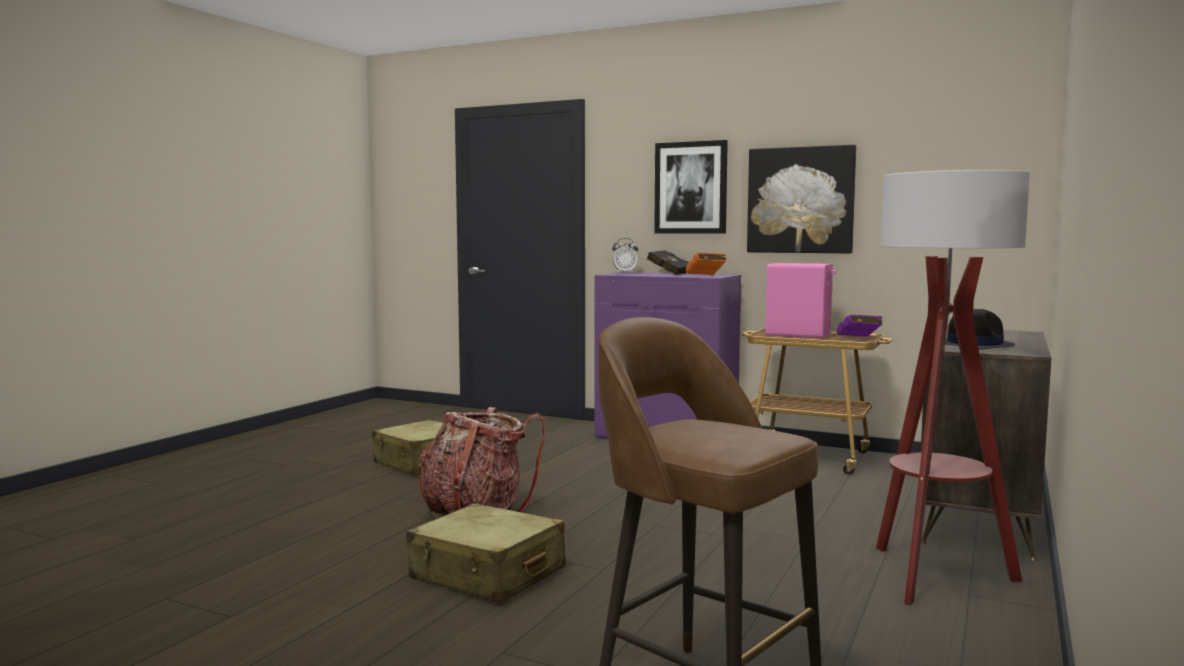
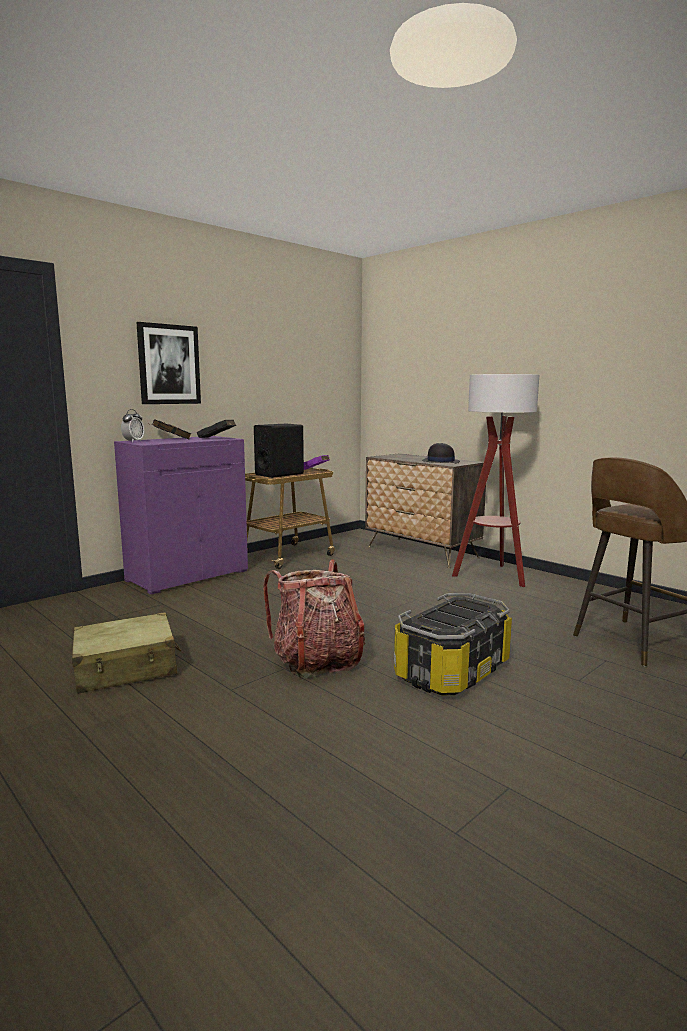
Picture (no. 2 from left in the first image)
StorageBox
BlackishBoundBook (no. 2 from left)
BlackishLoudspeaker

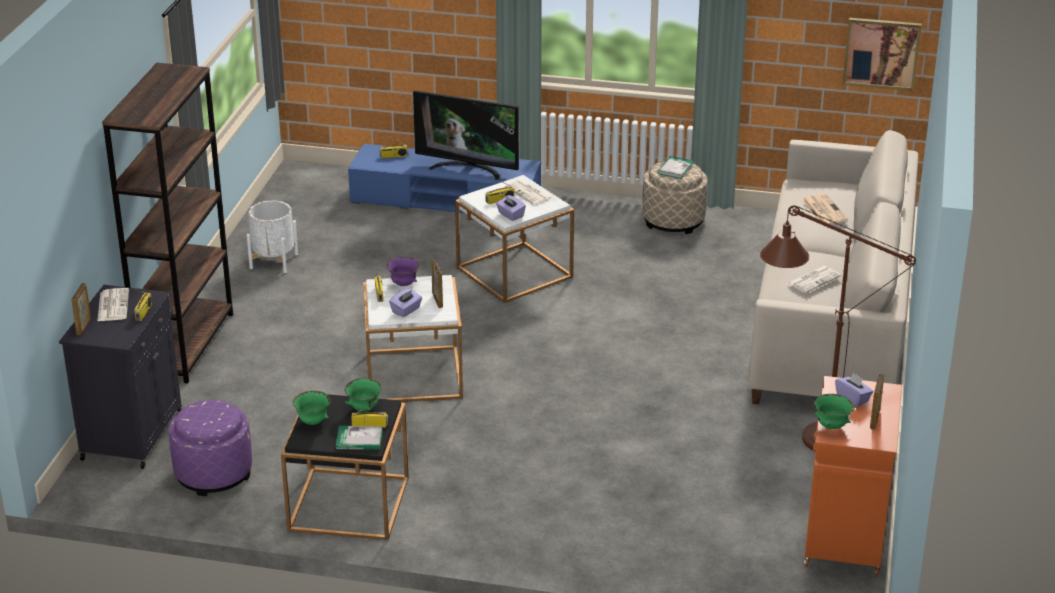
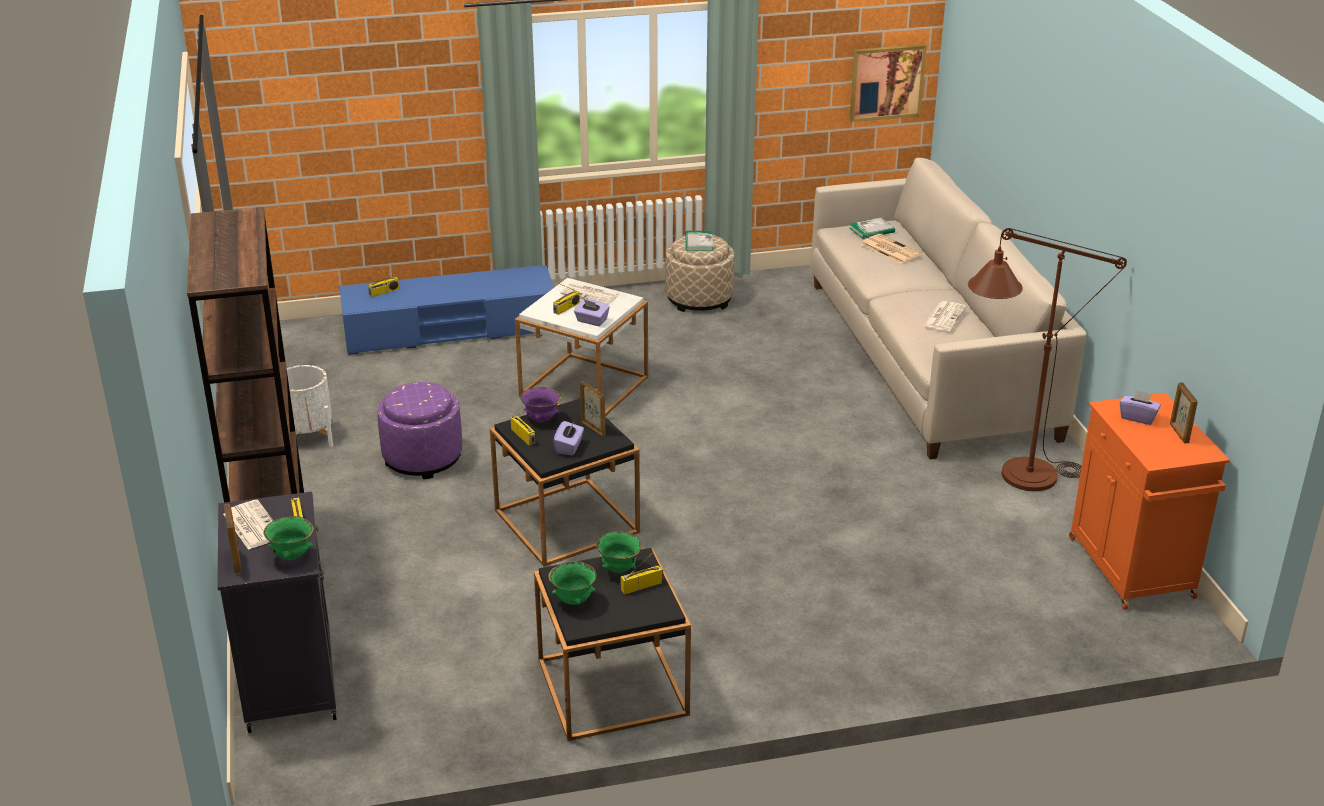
Tv
PurpleColouredPouffe
BoundBook (no. 2 from left)
GreenColouredDeepDish (no. 1 from left)
BlackishAccentTable (no. 1 from left)

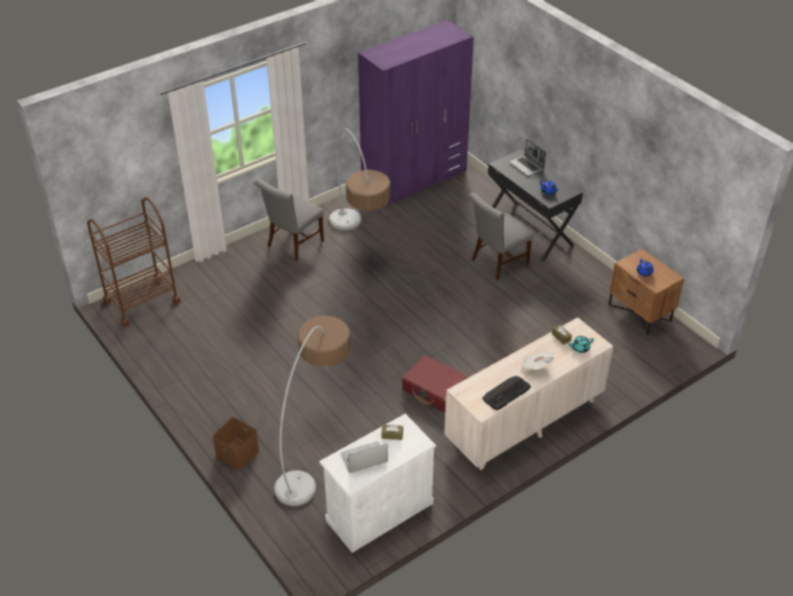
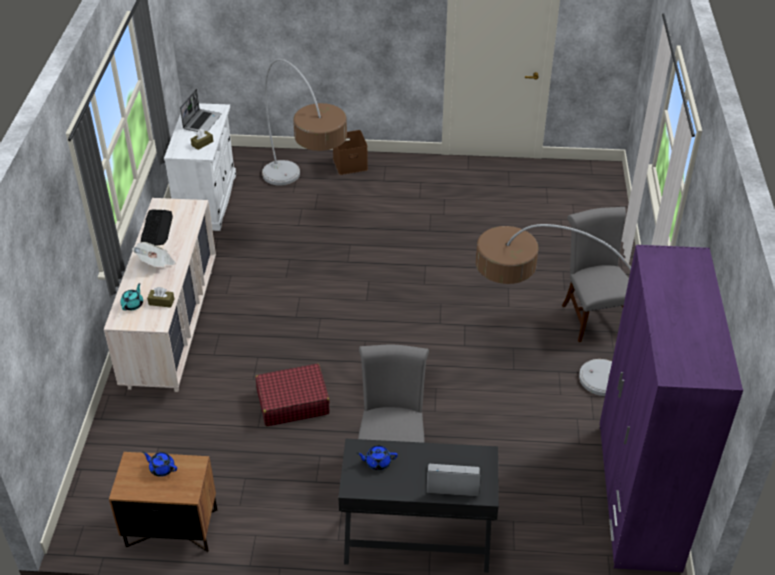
BrownTrolley
RedTravelCase

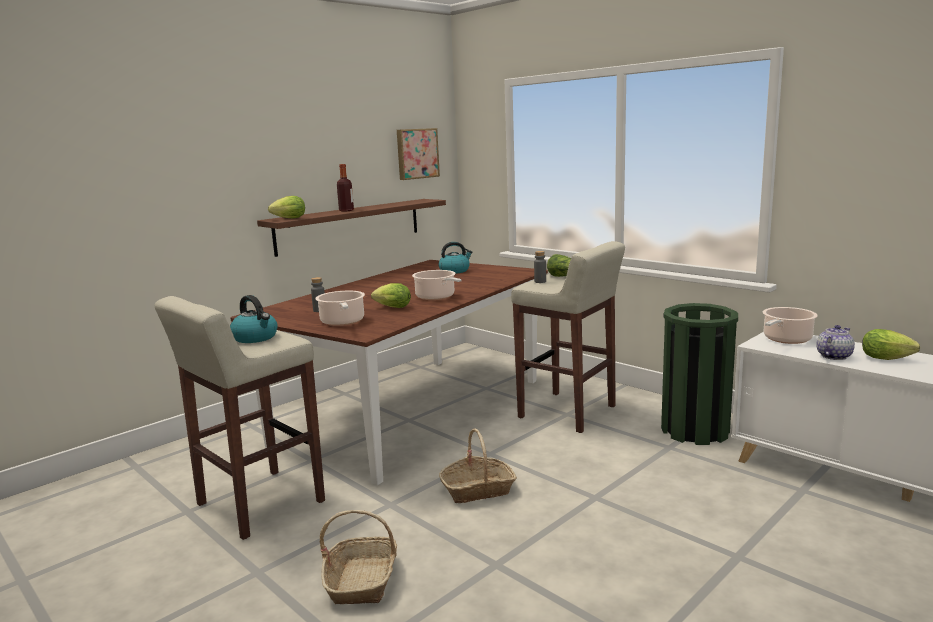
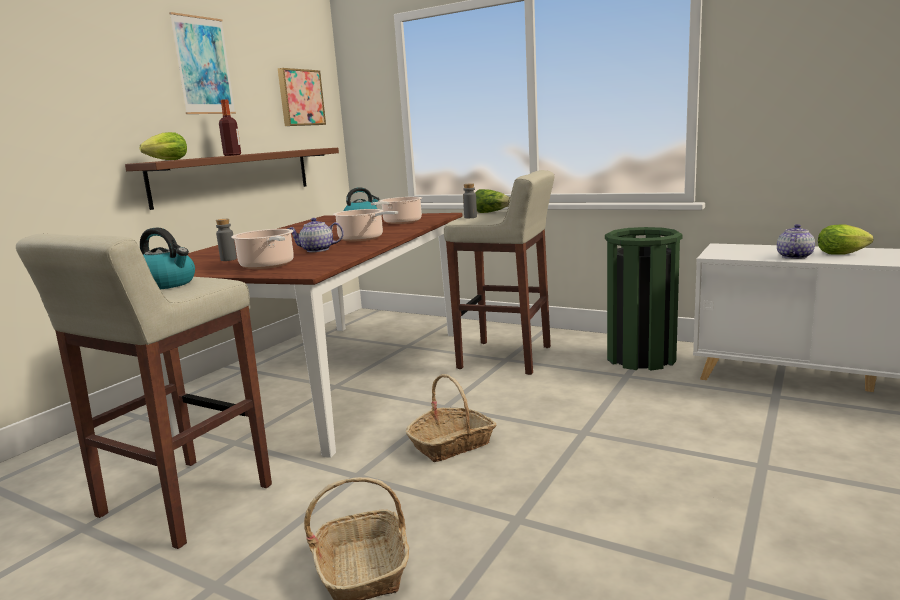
Picture (no. 1 from left)
Saucepot (no. 3 from left)
Teapot (no. 1 from left)

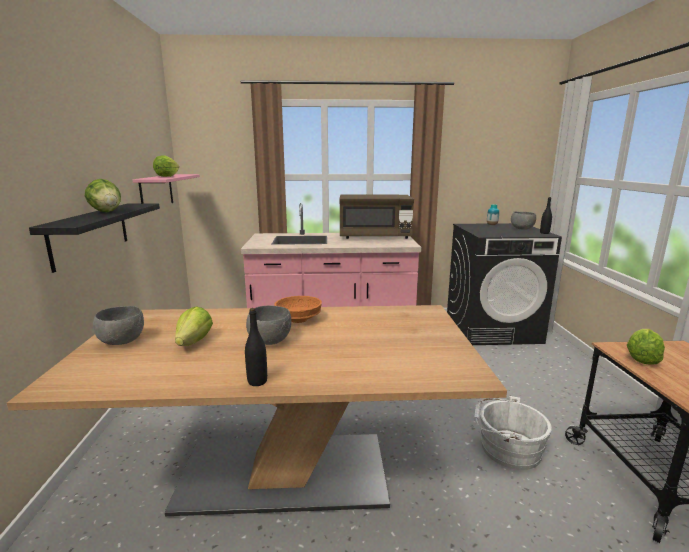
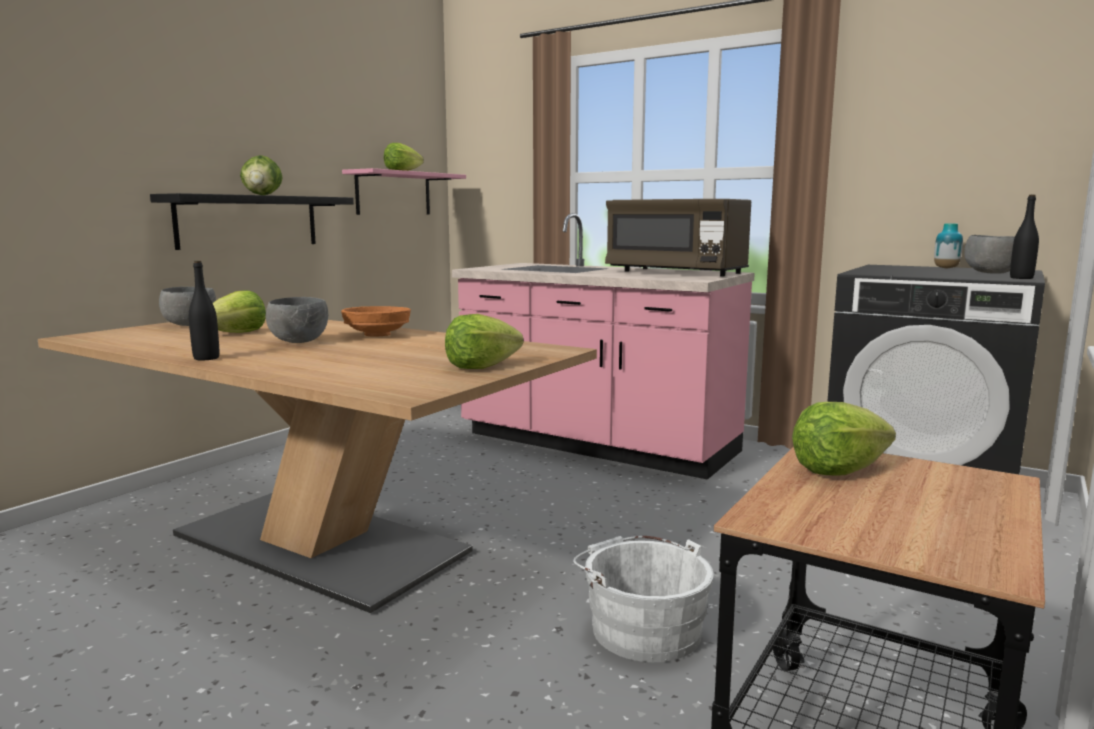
LettuceHead (no. 4 from left)

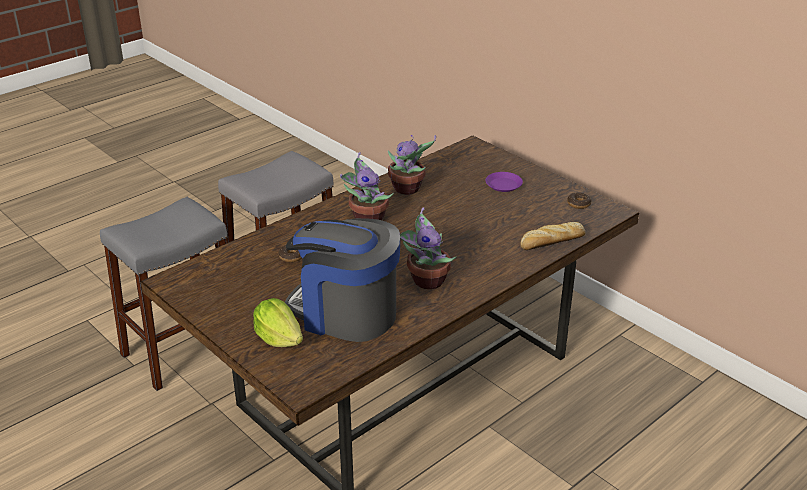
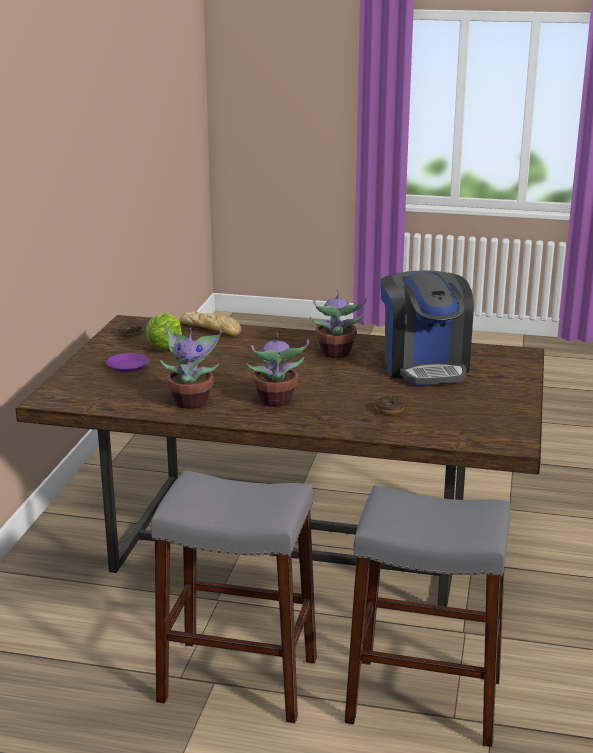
LettuceHead

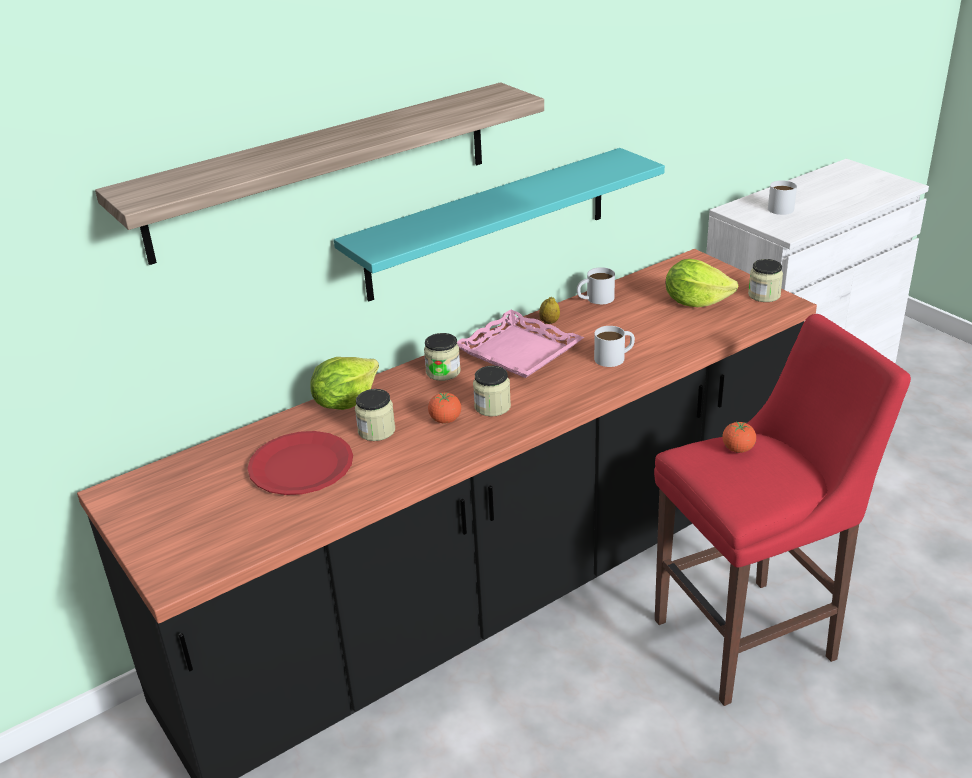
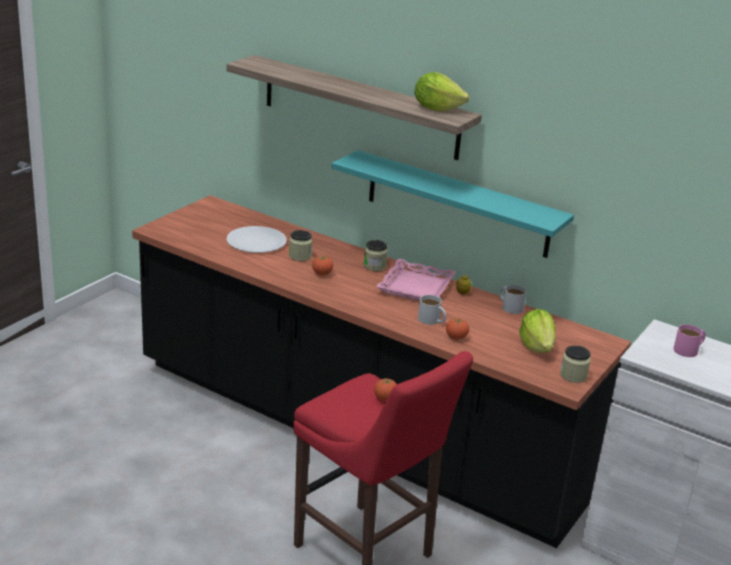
Jar (no. 3 from left in the first image)
Tomato (no. 3 from left)
LettuceHead (no. 1 from left)
WhitishPlate
PinkColouredMug

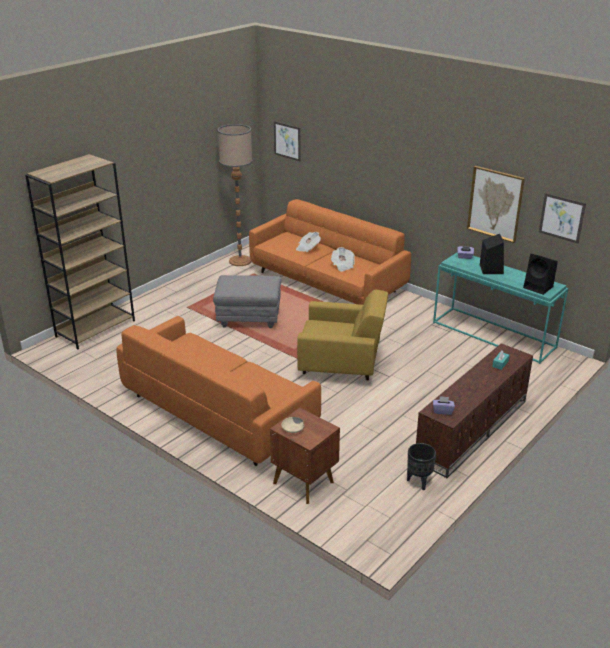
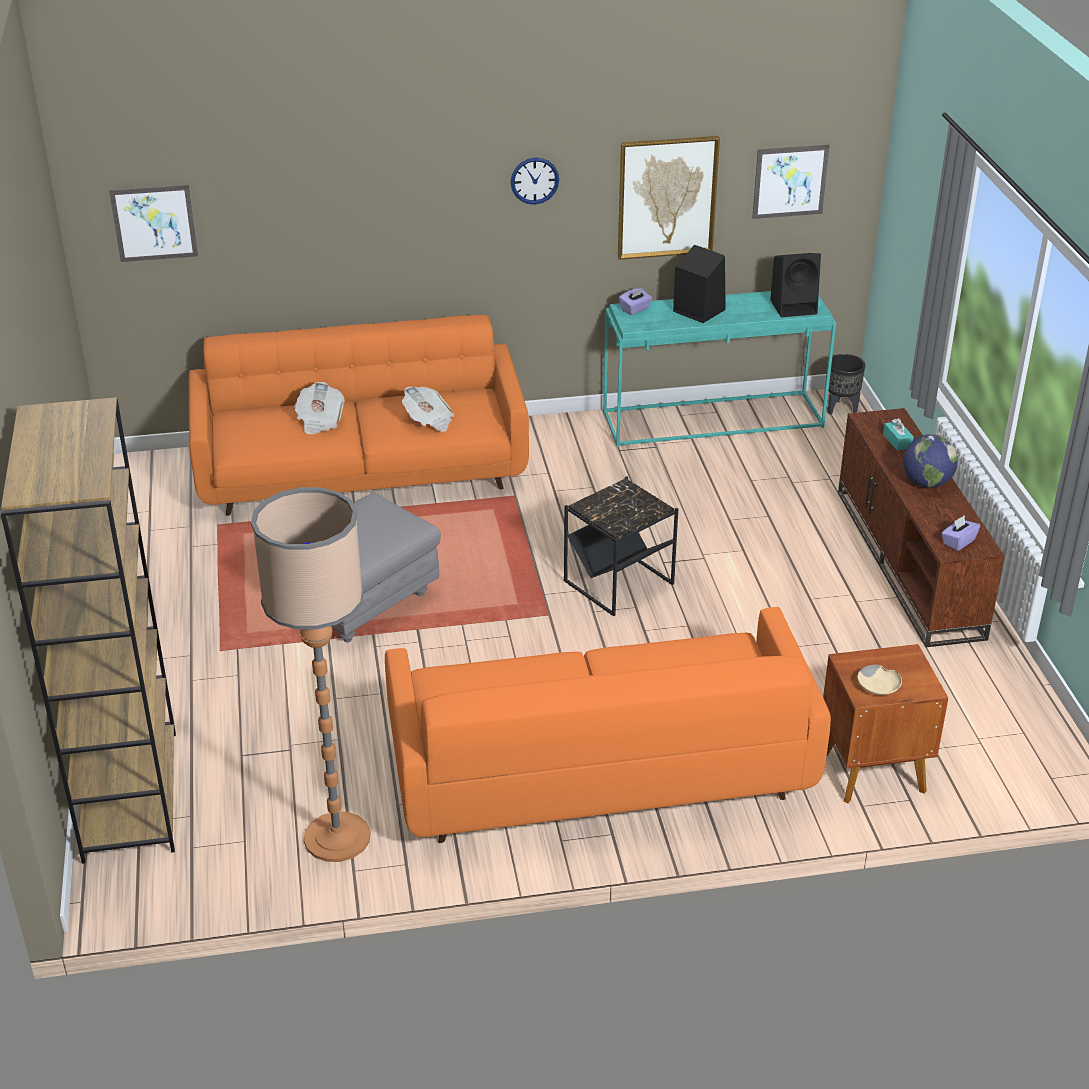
WallClock
WorldGlobe
StandingLamp
BlackishFlowerPot
BlackishAccentTable

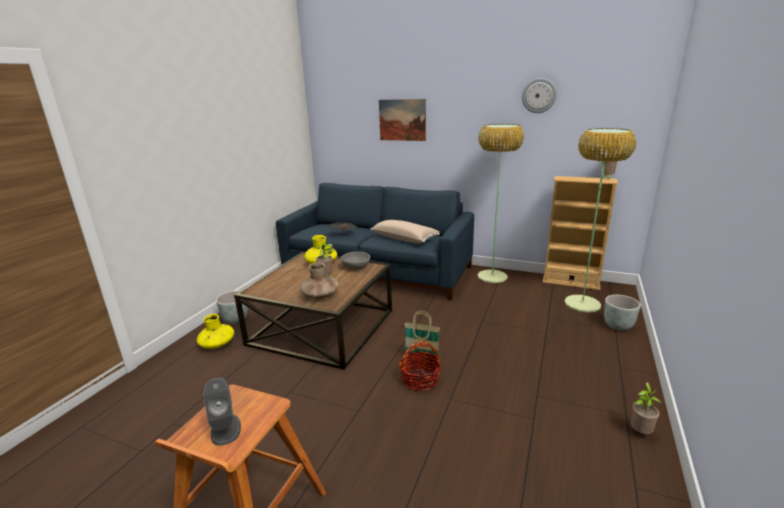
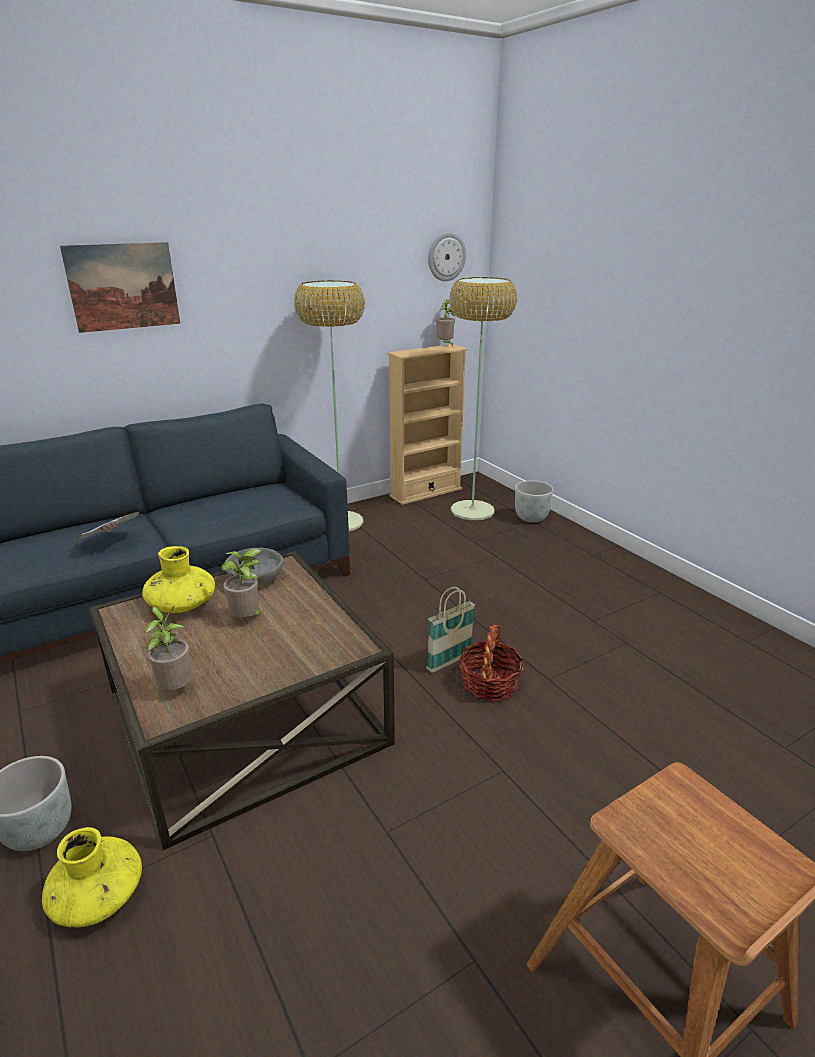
GreyLoudspeaker
BrownVase
SandColouredThrowPillow
WallClock
Houseplant (no. 1 from left)

